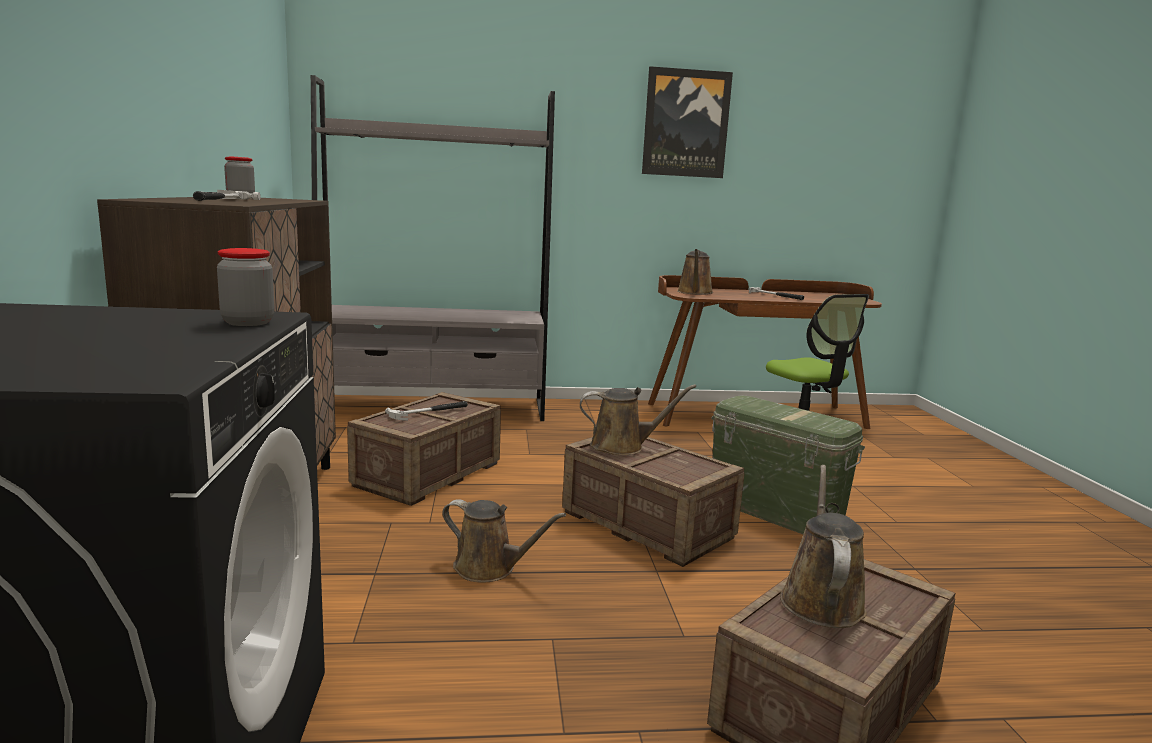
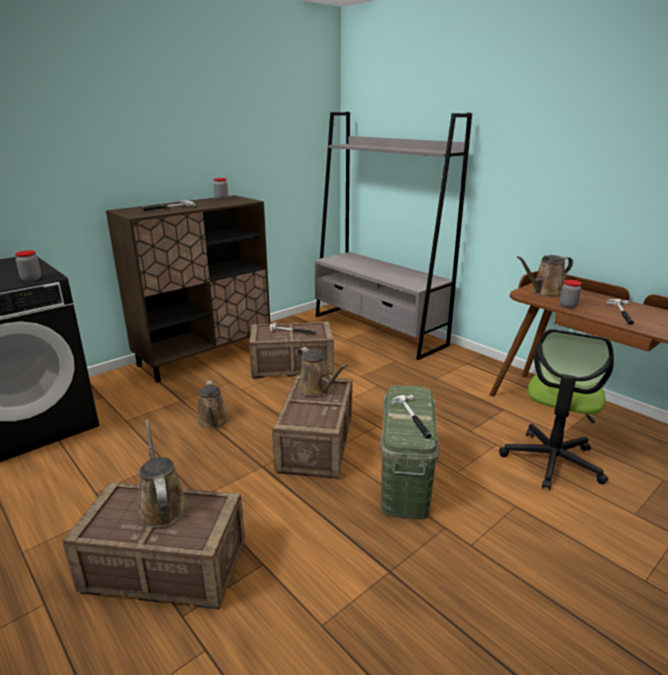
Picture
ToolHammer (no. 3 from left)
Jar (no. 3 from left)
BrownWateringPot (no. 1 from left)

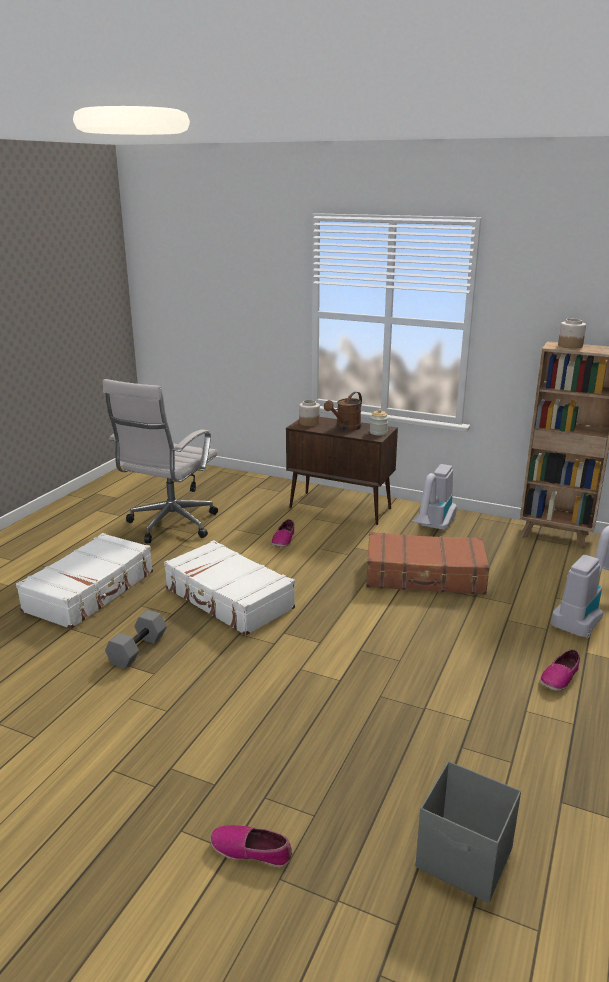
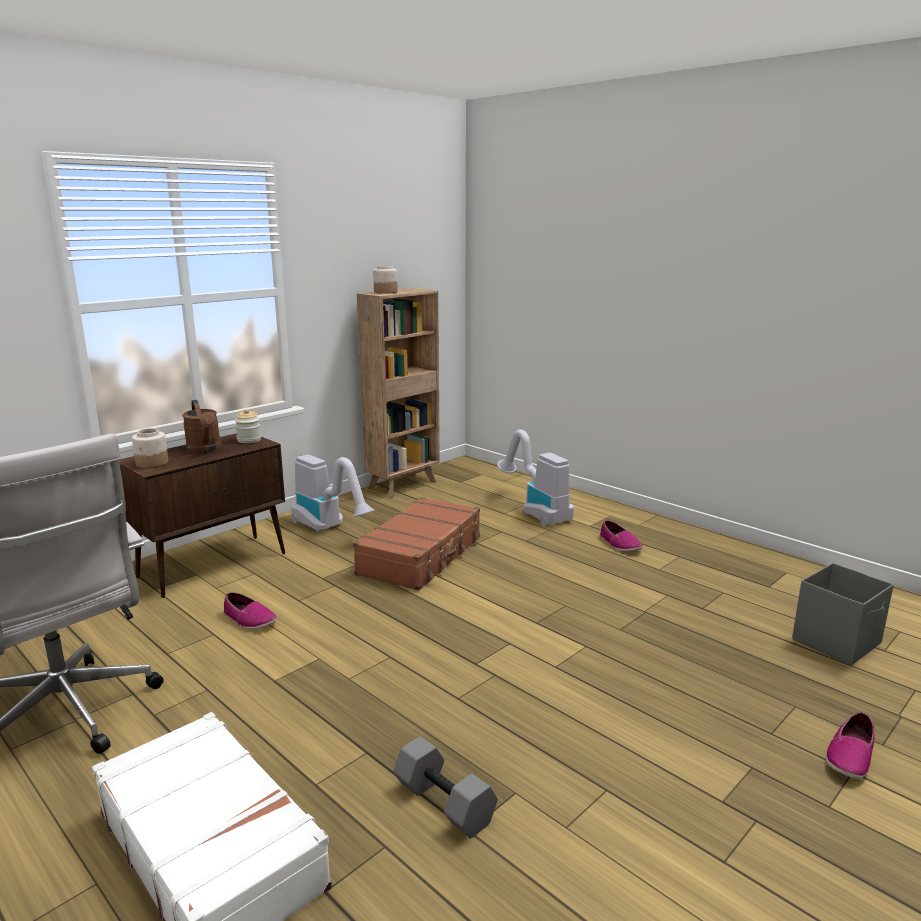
WhitishTravelCase (no. 2 from left in the first image)

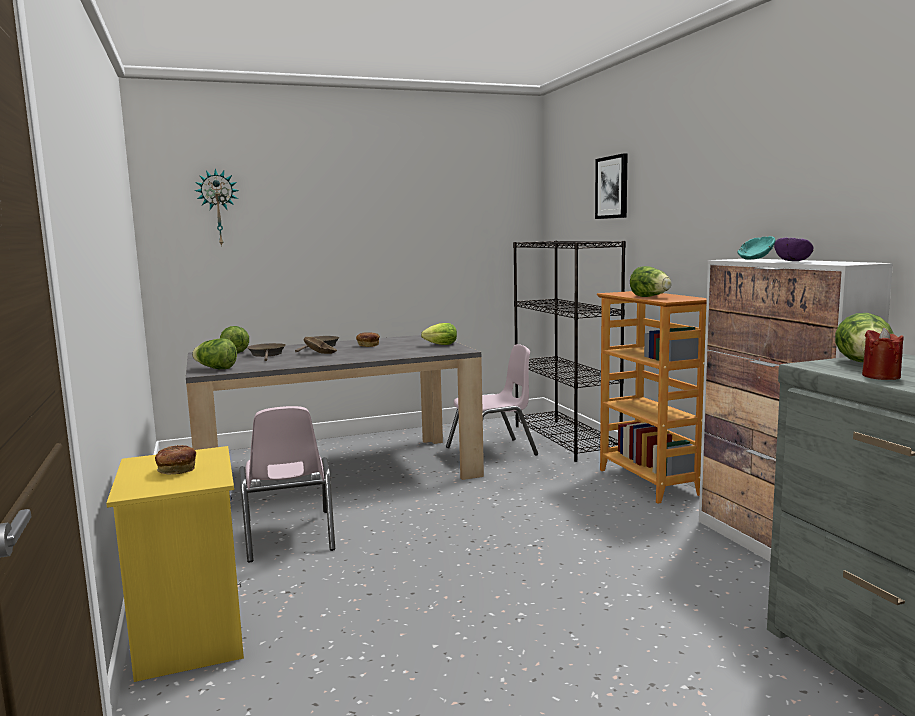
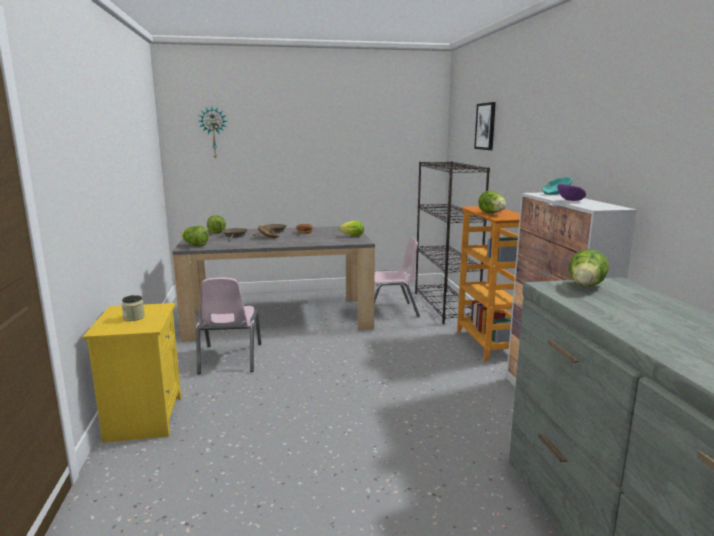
RedWaxLight
Jar

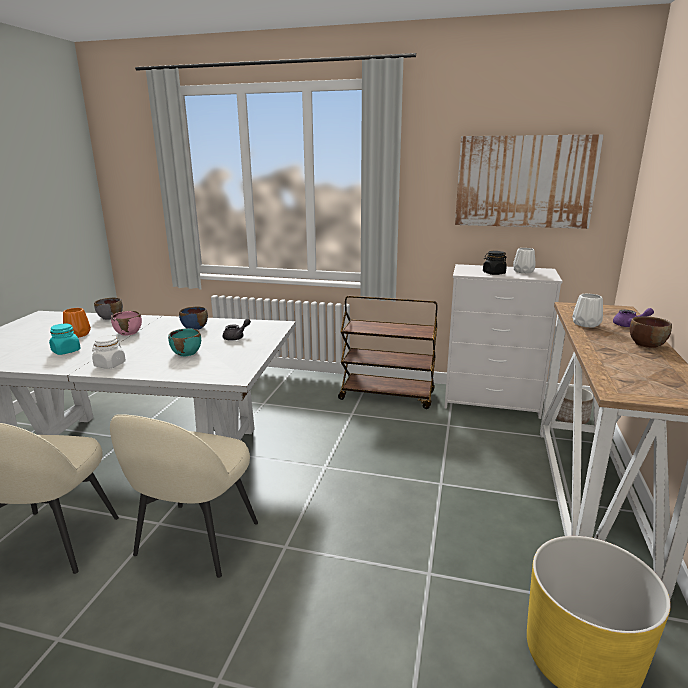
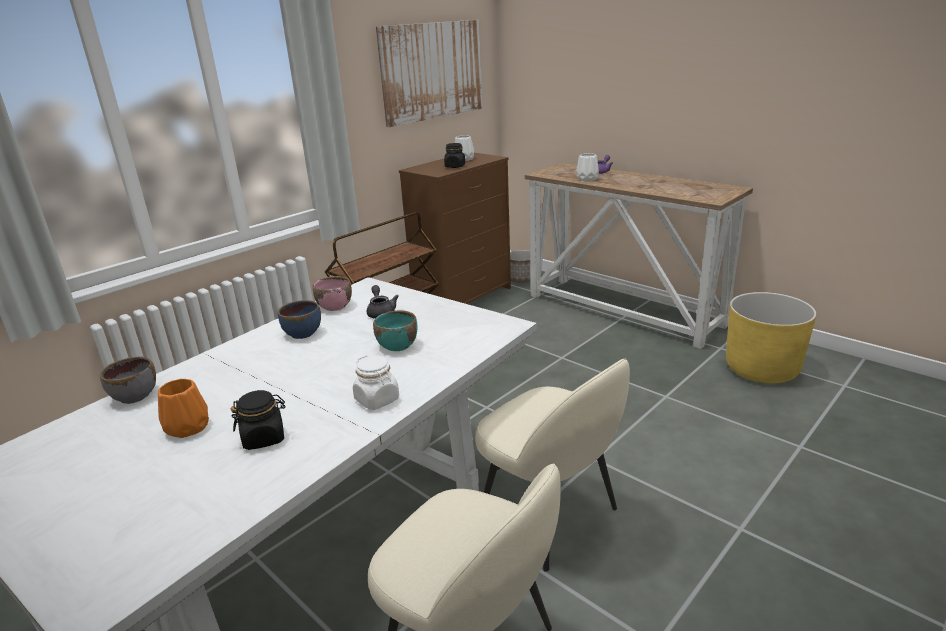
BrownDeepDish
PinkColouredDeepDish
BlackishJar (no. 1 from left)
BrownChestOfDrawers

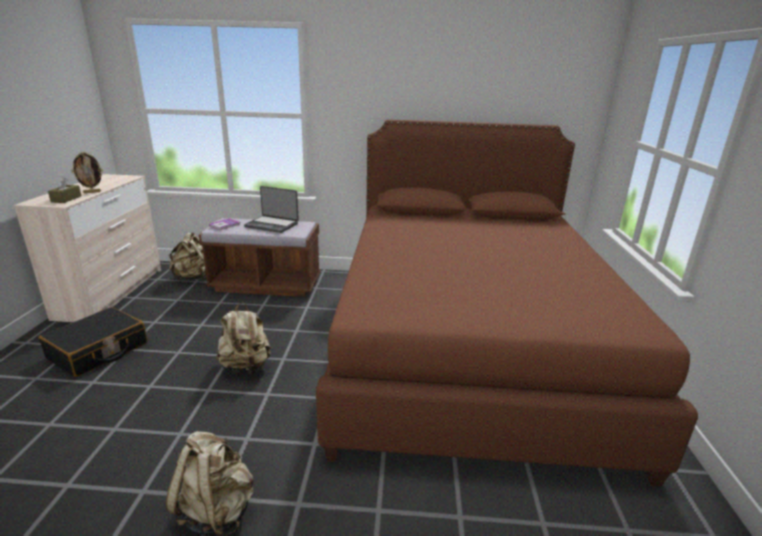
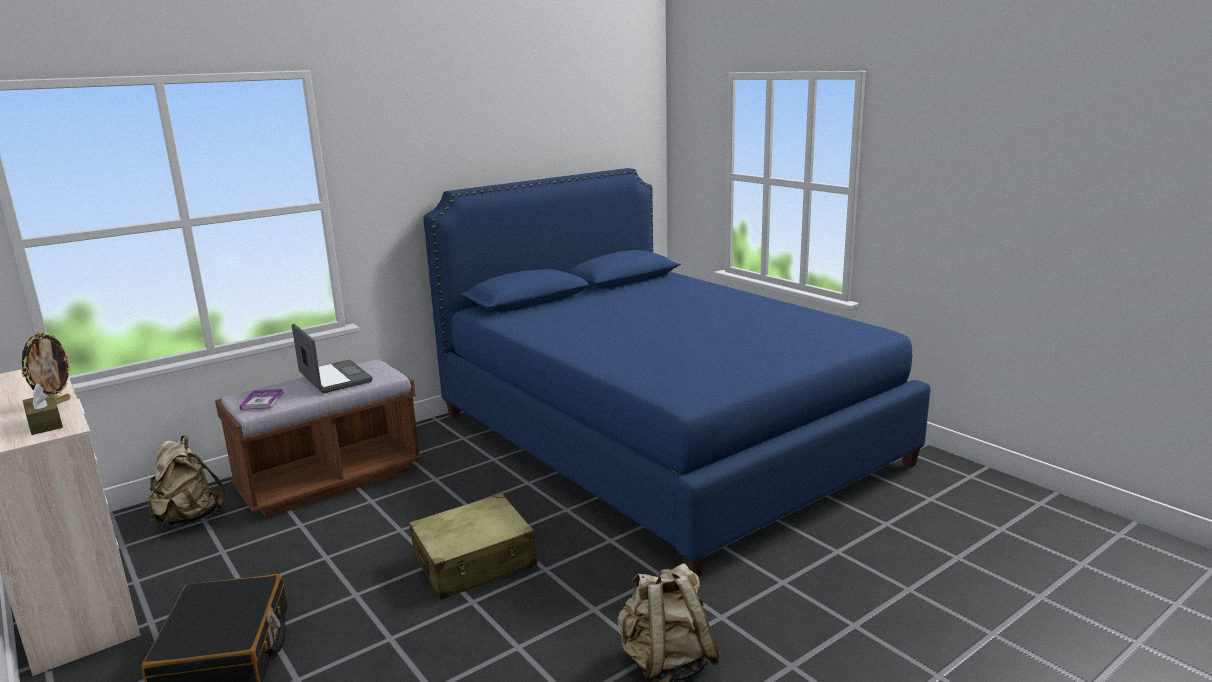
SandColouredTravelCase
BlueColouredBedroomBed
Laptop

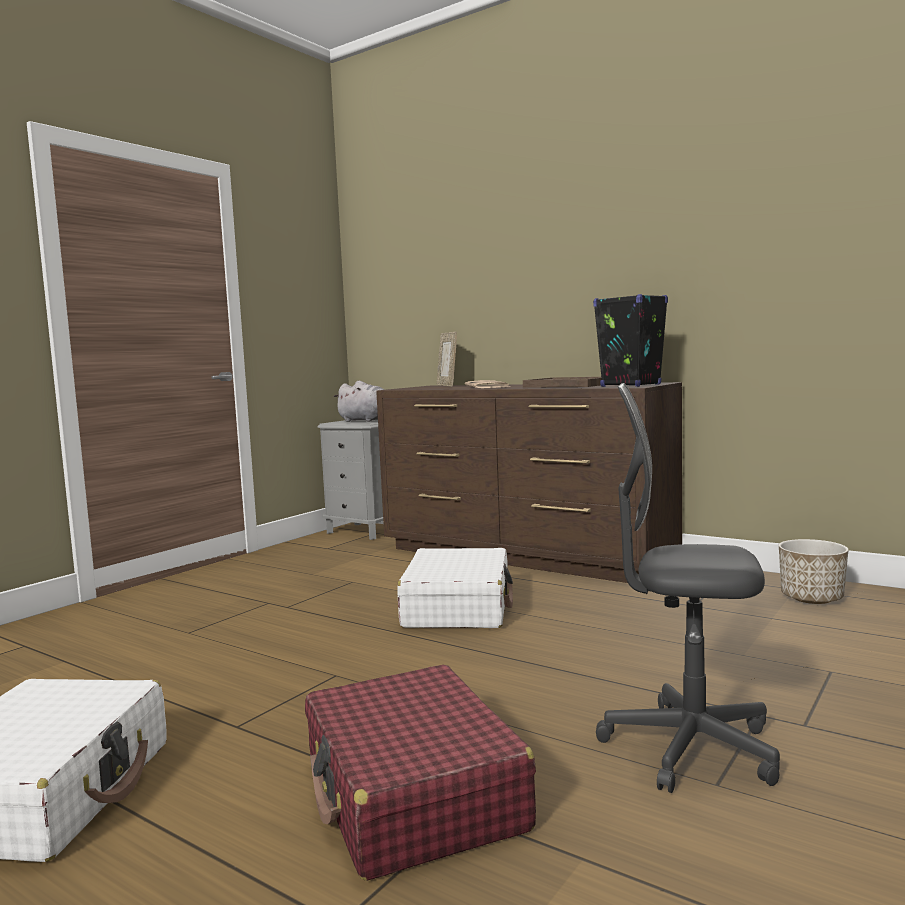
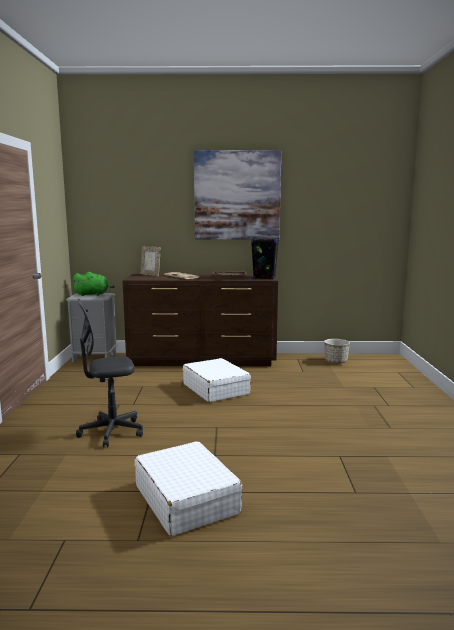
RedTravelCase
Picture
GreyDeskChair
GreenColouredPlushToy

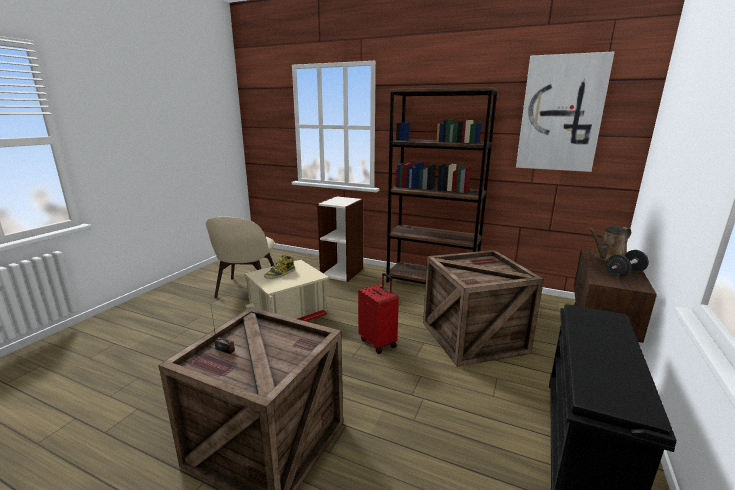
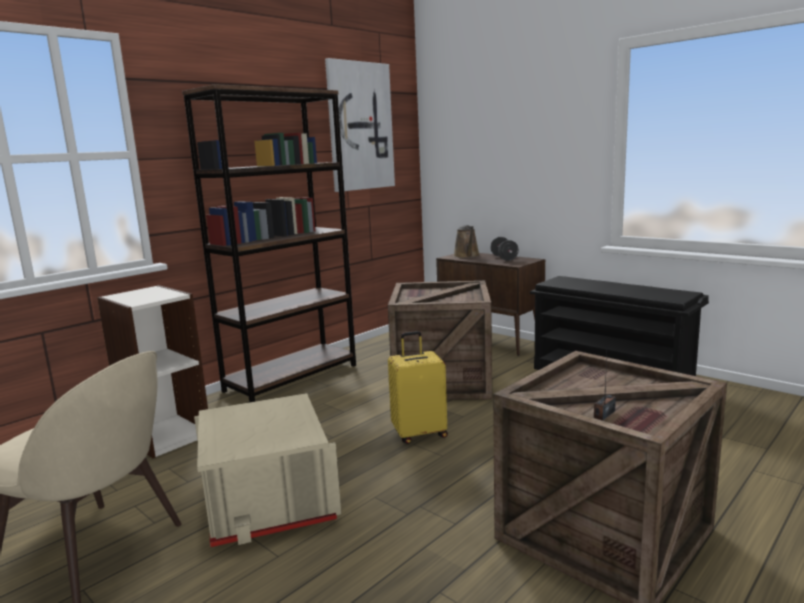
Boot
YellowTravelCase

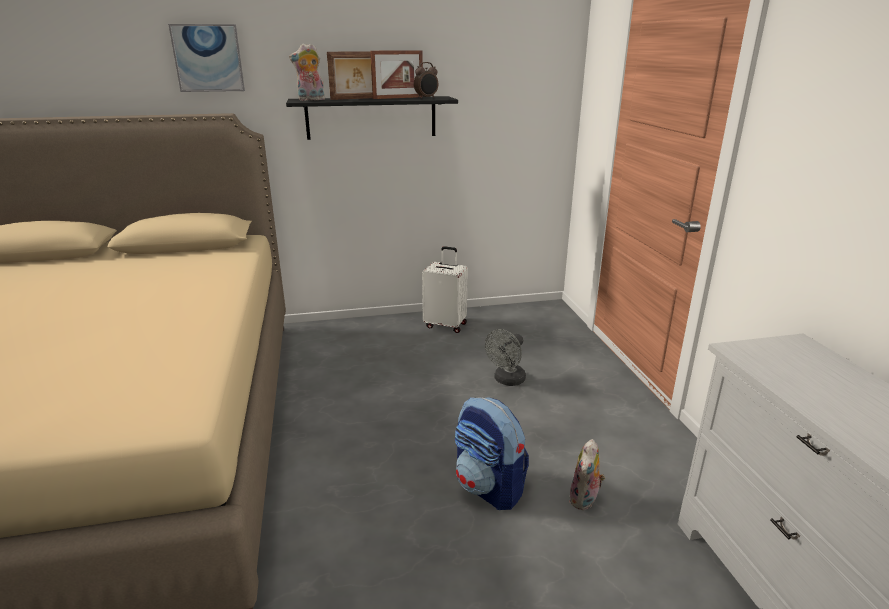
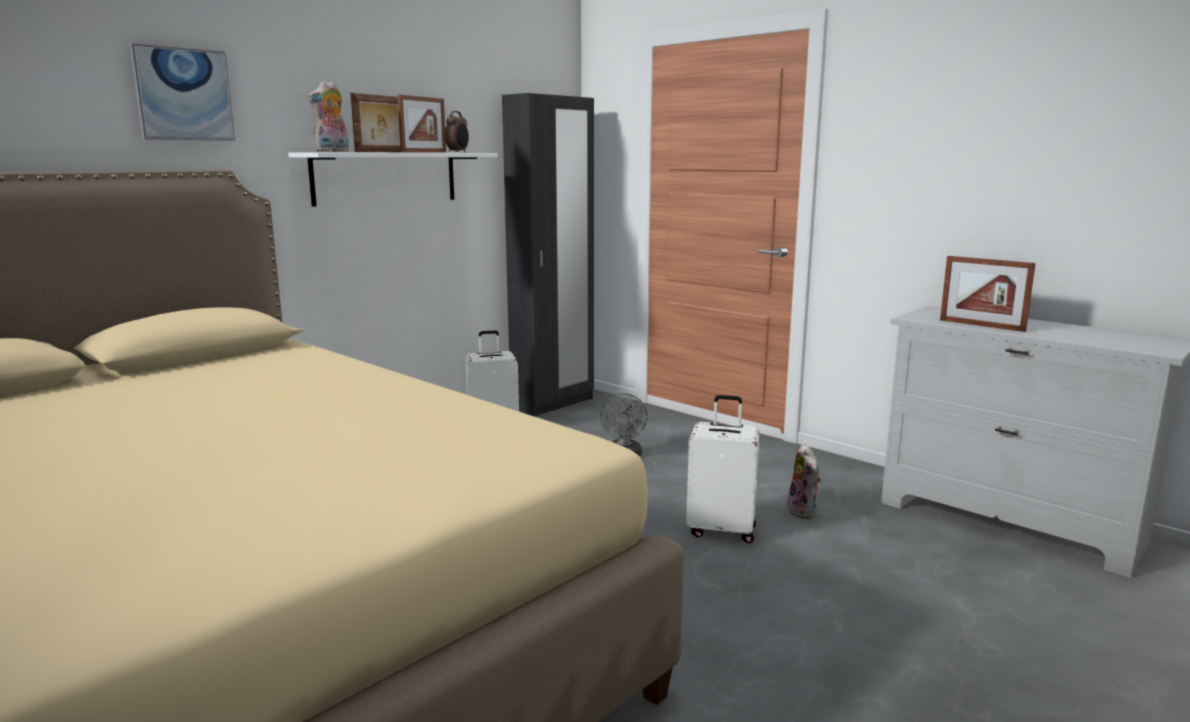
BlackishClothesCupboard
PictureFrame (no. 3 from left)
WhitishTravelCase (no. 2 from left)
WhitishBracketShelf

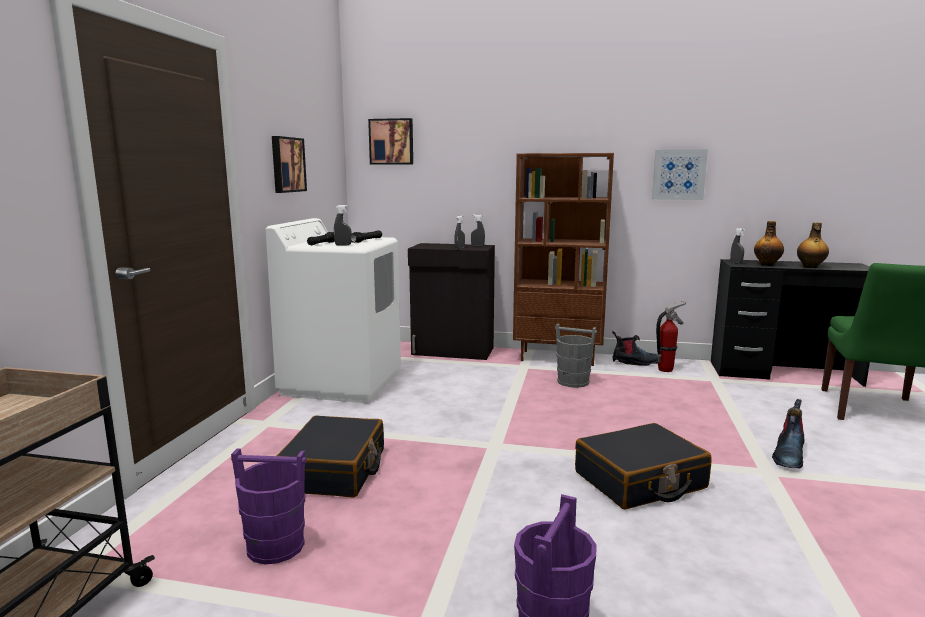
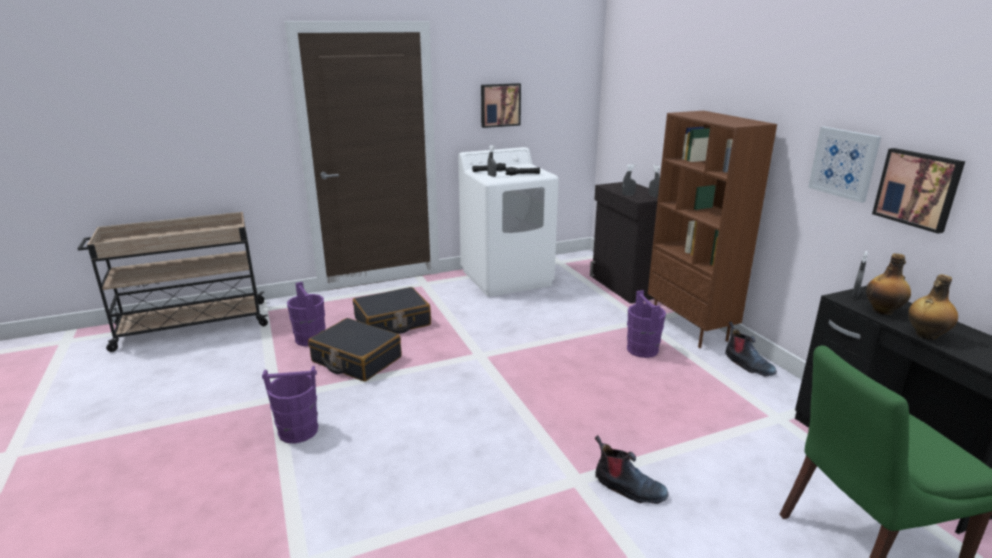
FireFightingCylinder
Picture (no. 3 from left)
BlackishTravelCase (no. 1 from left)
PurpleColouredPail (no. 3 from left)
Boot (no. 1 from left)

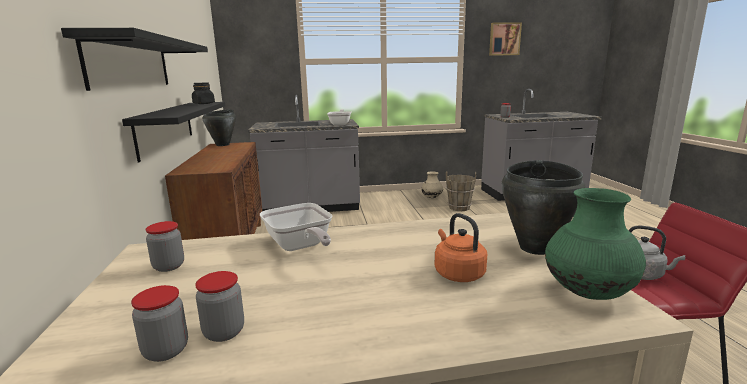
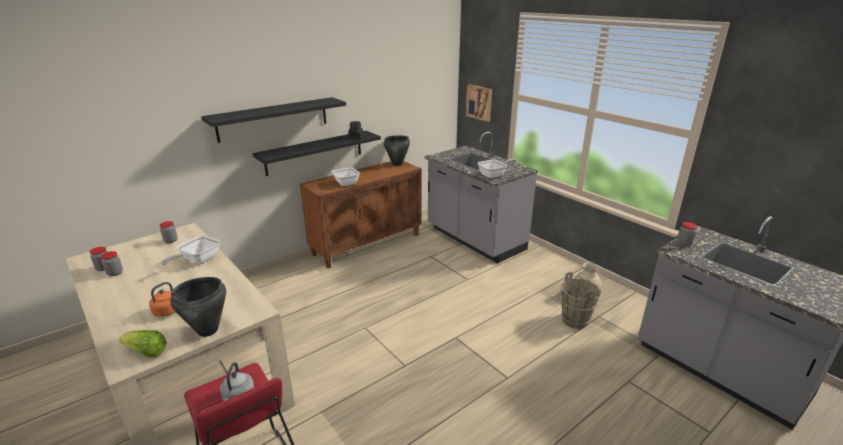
Skillet (no. 2 from left)
Picture
LettuceHead

